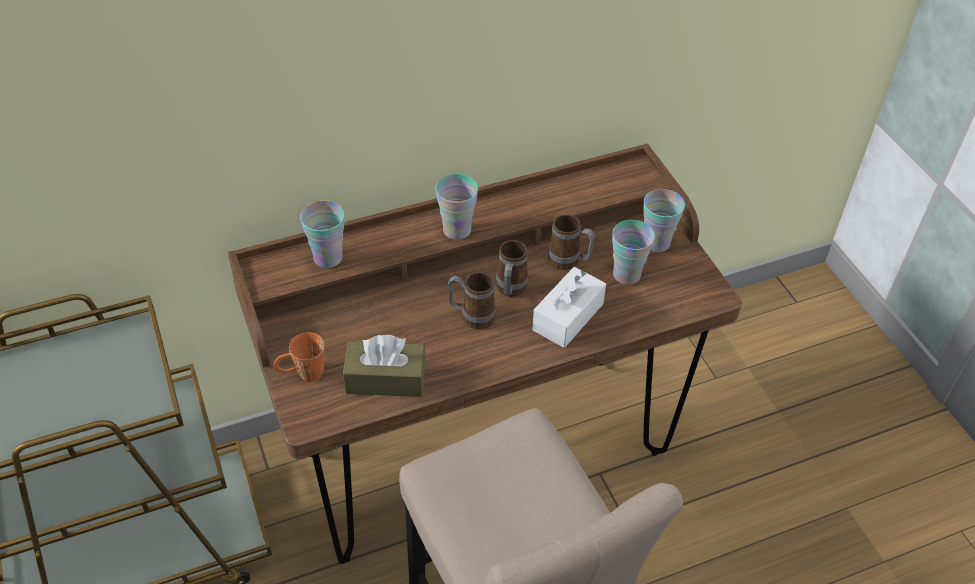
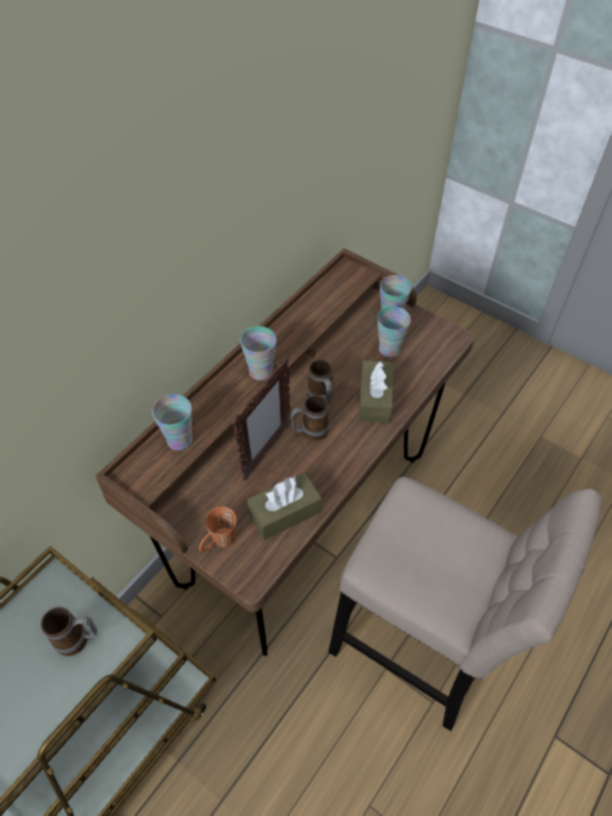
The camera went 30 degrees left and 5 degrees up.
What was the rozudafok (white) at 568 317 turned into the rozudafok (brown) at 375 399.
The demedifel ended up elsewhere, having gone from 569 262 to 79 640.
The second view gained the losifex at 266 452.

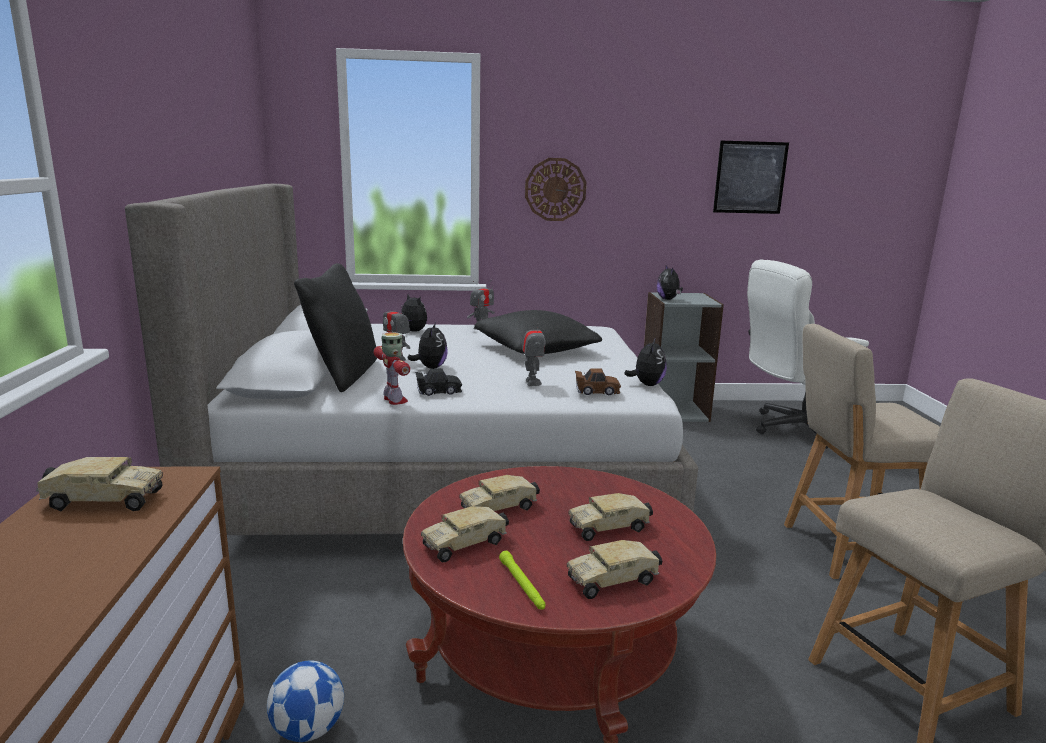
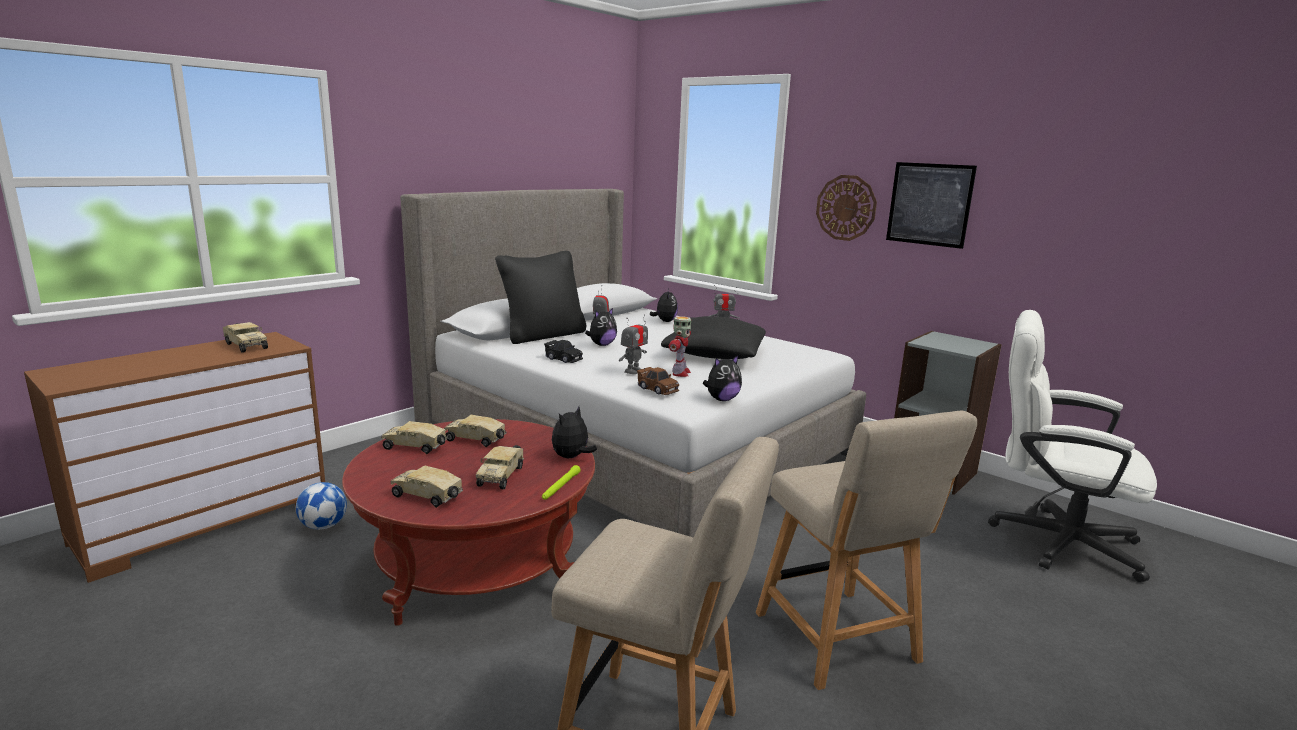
The camera went 45 degrees right and 0 degrees up.
The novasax ended up elsewhere, having gone from 394 400 to 680 373.
The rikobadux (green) ended up elsewhere, having gone from 522 585 to 560 487.
The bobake at 610 528 ended up facing another way, 105 degrees counterclockwise from before.
The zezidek ended up elsewhere, having gone from 668 299 to 571 457.
The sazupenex ended up elsewhere, having gone from 750 177 to 929 204.
The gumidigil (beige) at 846 549 ended up facing another way, 150 degrees counterclockwise from before.

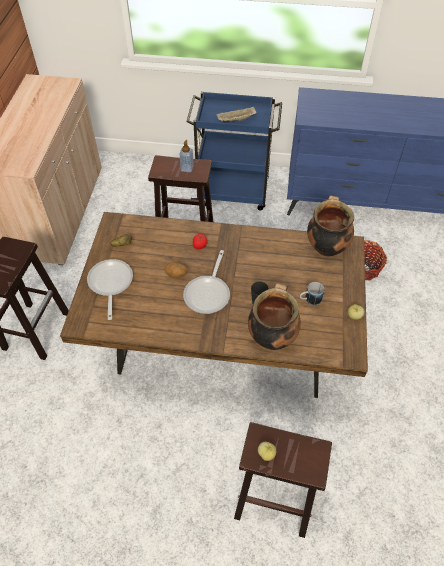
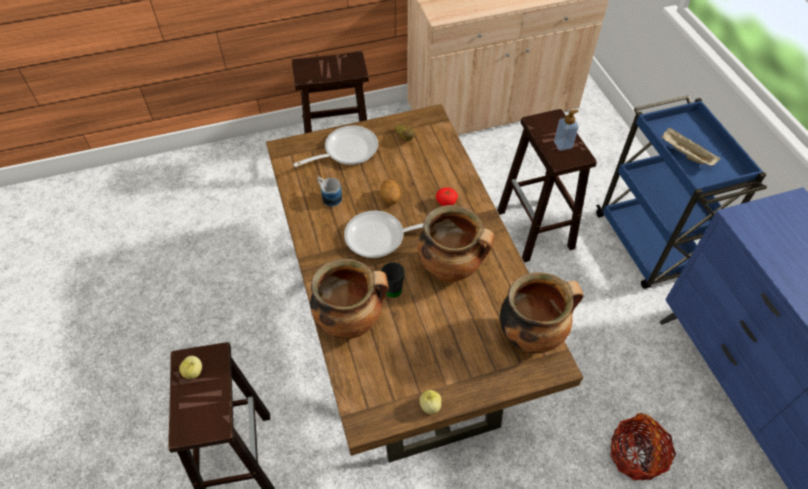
The camera went 65 degrees right and 0 degrees up.
The demedifel ended up elsewhere, having gone from 309 299 to 329 196.
The second view gained the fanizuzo at 451 268.

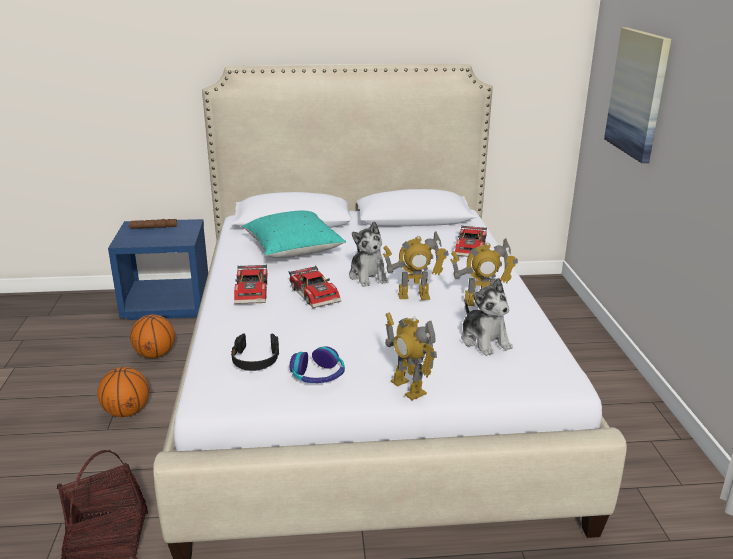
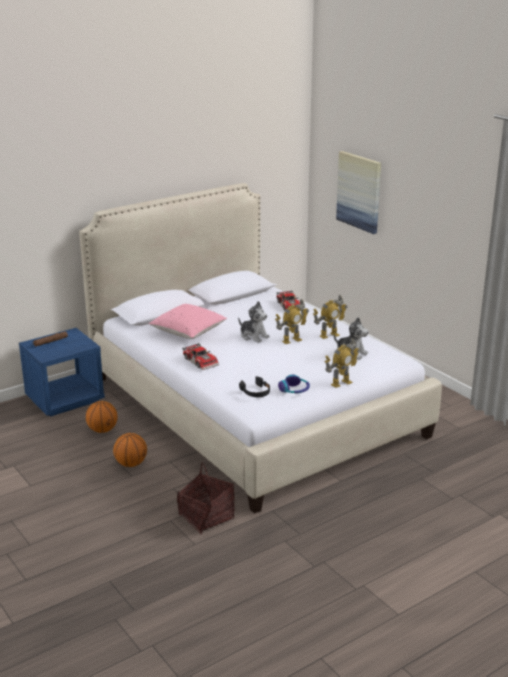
The camera went 30 degrees left and 0 degrees up.
What was the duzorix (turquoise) at 293 250 turned into the duzorix (pink) at 188 332.
The second view lost the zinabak at 316 294.
The novasax at 408 388 ended up facing another way, 60 degrees counterclockwise from before.

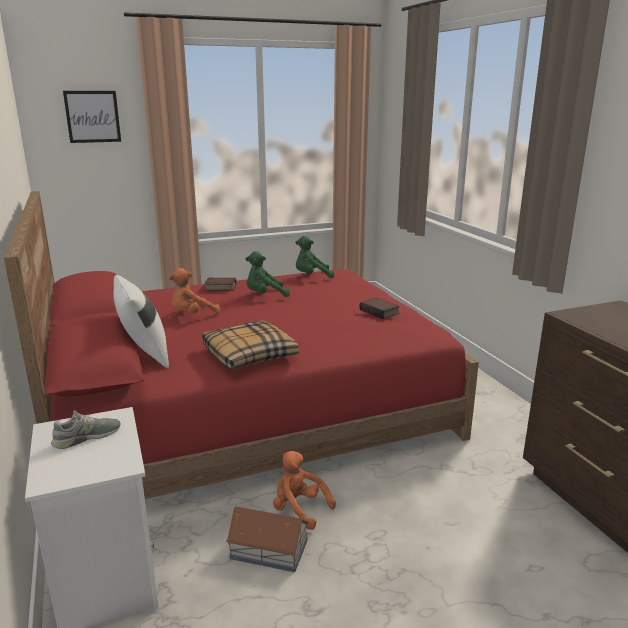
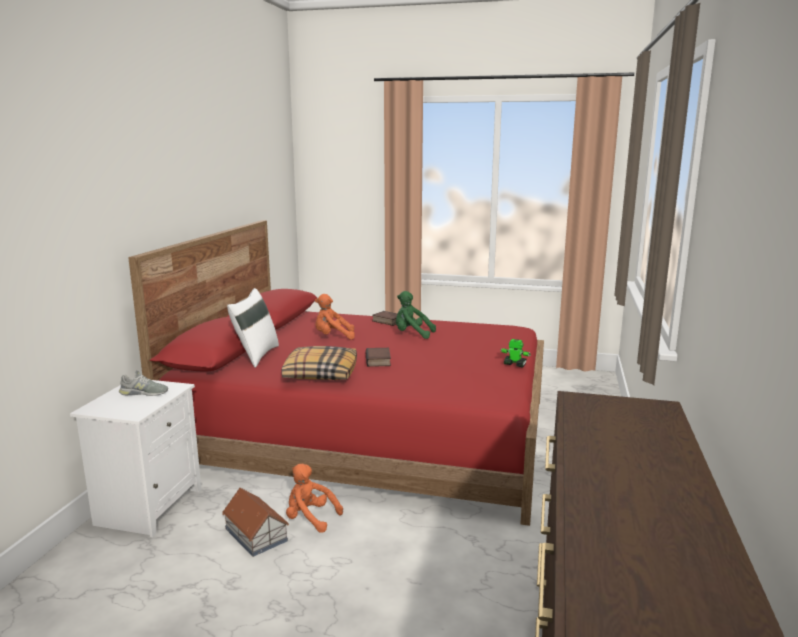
The camera went 35 degrees right and 5 degrees down.
The second view lost the sazupenex at 92 116.
The zezidek (orange) at 299 509 ended up facing another way, 45 degrees counterclockwise from before.
The second view lost the zezidek (green) at 312 276.
The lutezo ended up elsewhere, having gone from 380 311 to 379 361.
The second view gained the novasax at 514 364.

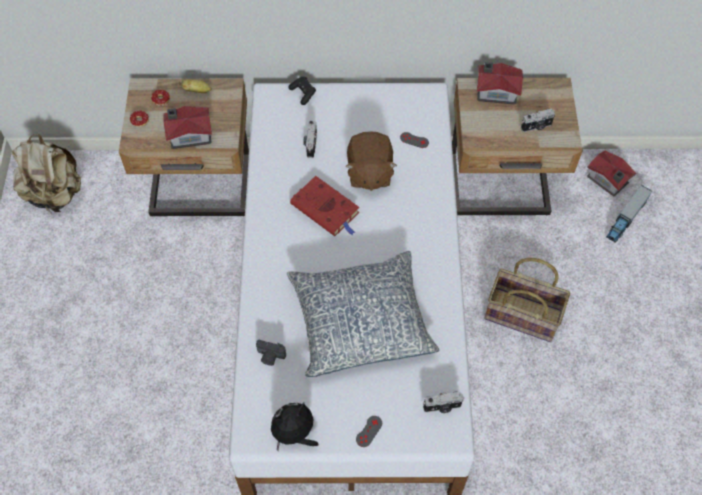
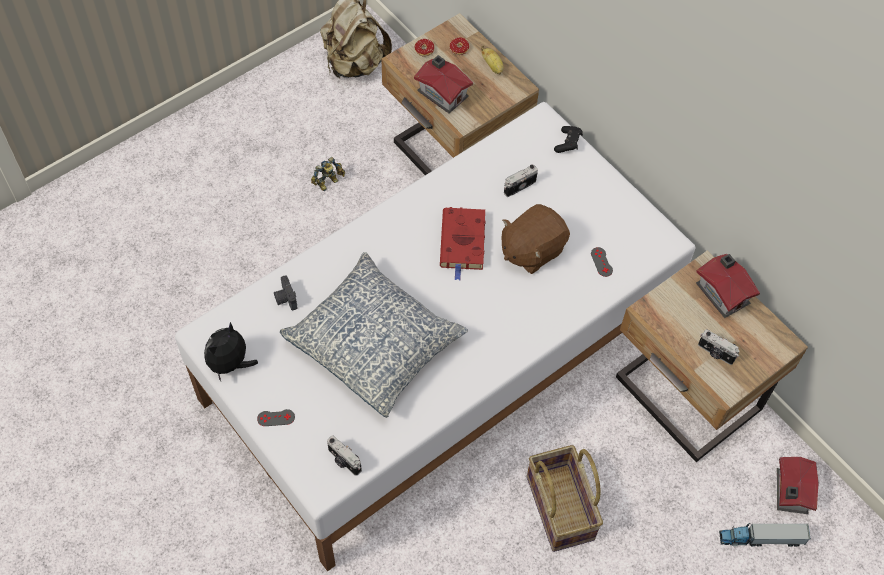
The camera went 50 degrees right and 0 degrees up.
The zezidek at 294 434 ended up facing another way, 75 degrees counterclockwise from before.
The second view gained the novasax at 329 183.

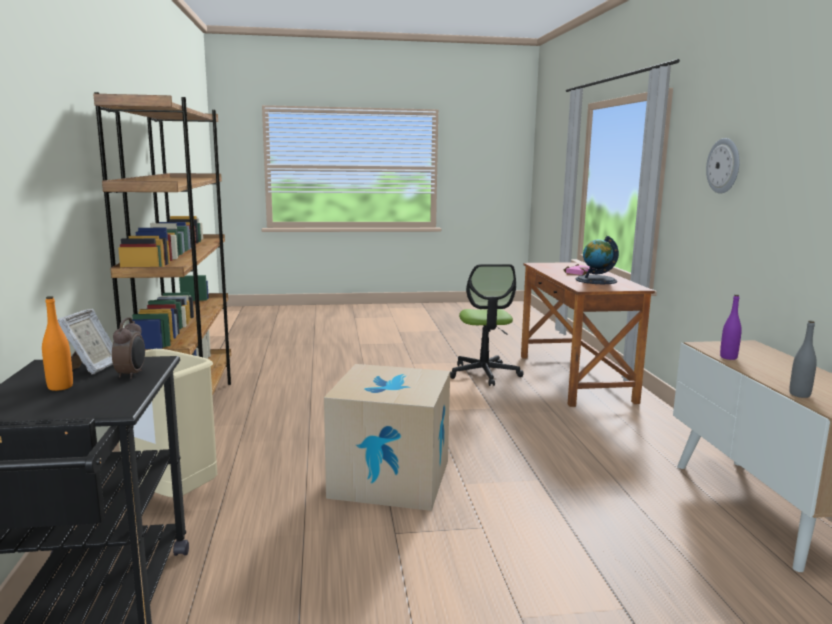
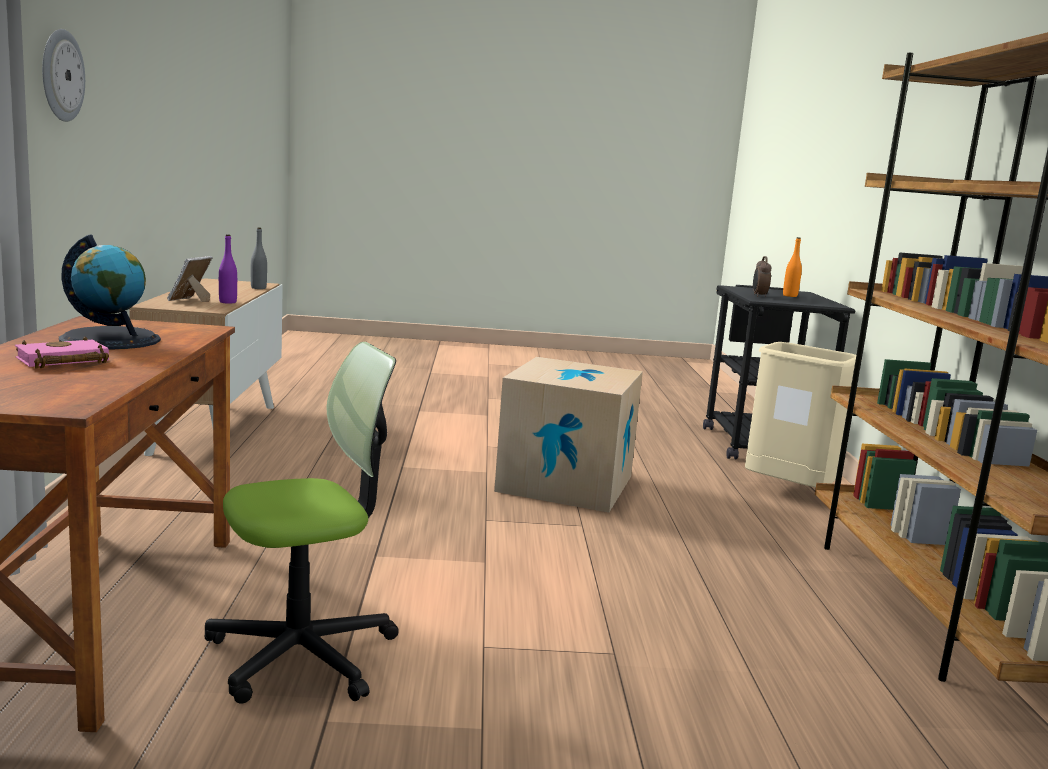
The camera went 175 degrees left and 0 degrees up.
The losifex ended up elsewhere, having gone from 93 368 to 190 301.
The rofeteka at 484 374 ended up facing another way, 60 degrees clockwise from before.

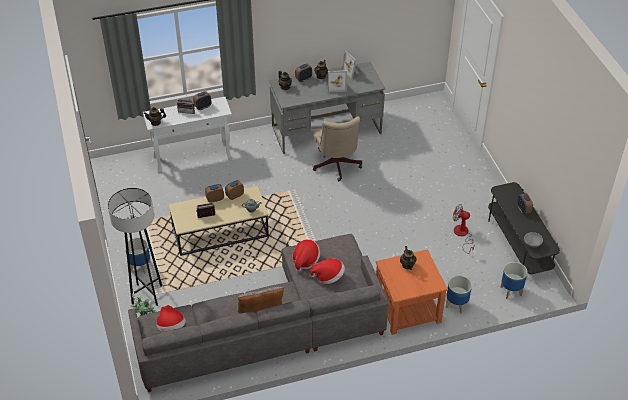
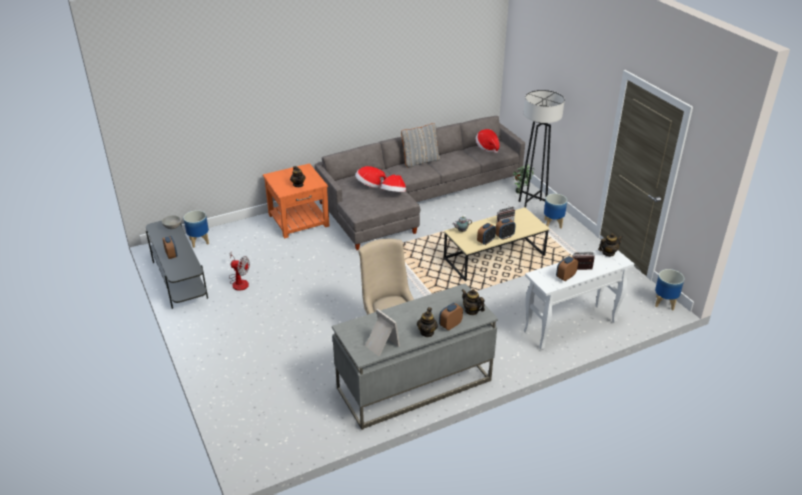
The camera went 170 degrees right and 10 degrees down.
The second view lost the losifex at 336 86.
The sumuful ended up elsewhere, having gone from 456 304 to 665 303.

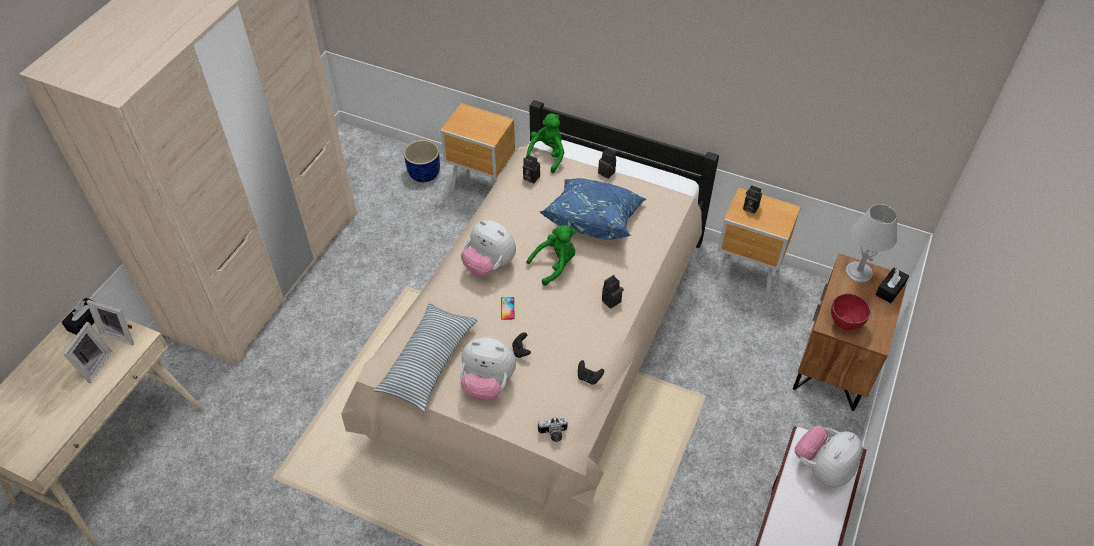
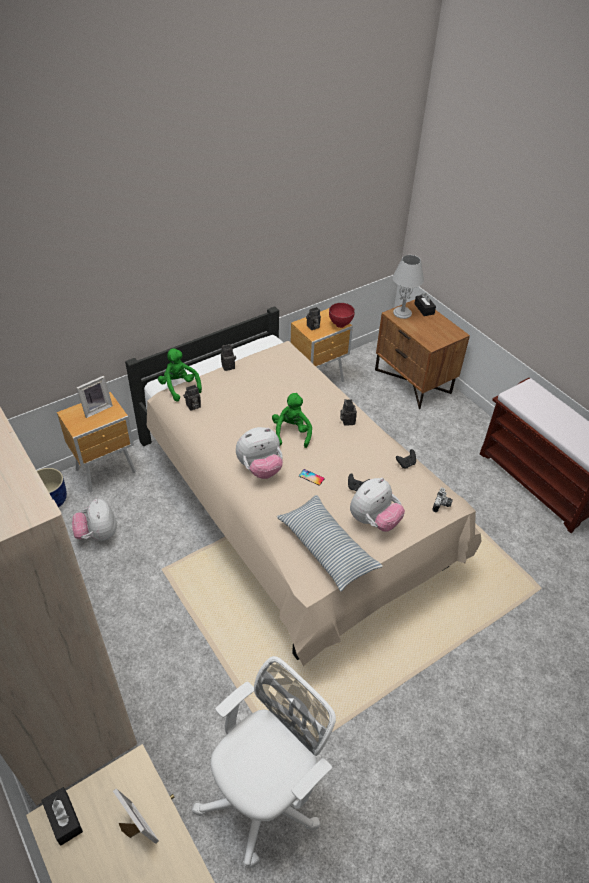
The camera went 60 degrees left and 5 degrees down.
The losifex ended up elsewhere, having gone from 121 333 to 96 408.
The second view lost the duzorix (blue) at 594 219.
The zezidek ended up elsewhere, having gone from 823 468 to 98 534.
The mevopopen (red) ended up elsewhere, having gone from 843 323 to 339 325.
The second view gained the rofeteka (white) at 265 796.

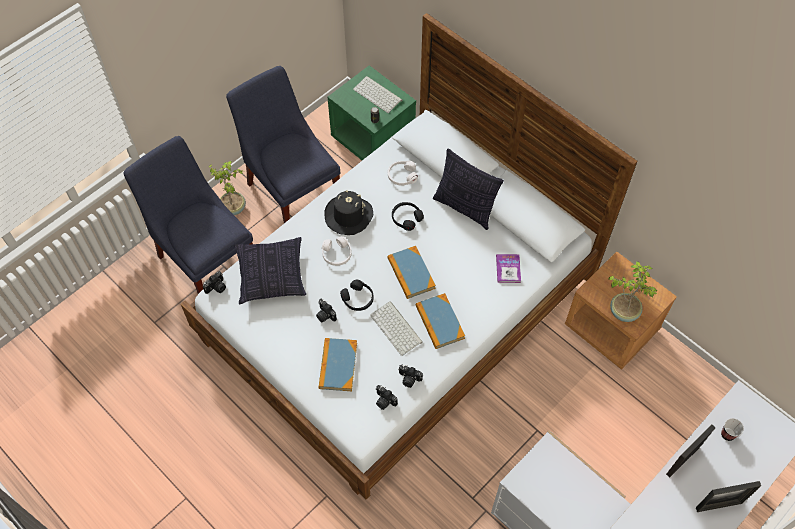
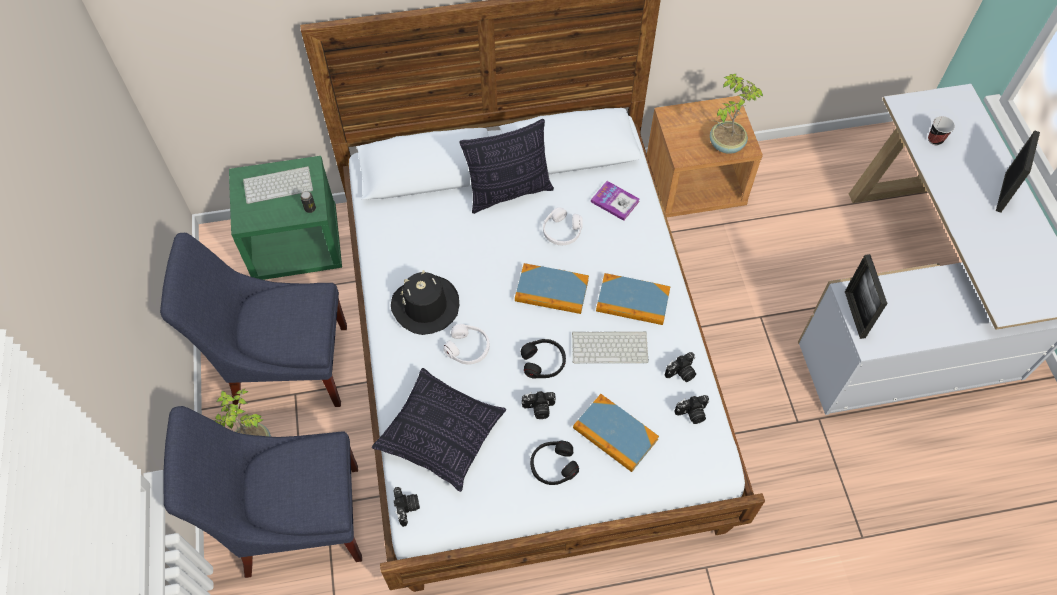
The camera went 55 degrees left and 0 degrees up.
The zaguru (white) ended up elsewhere, having gone from 402 176 to 562 231.
The zaguru (black) ended up elsewhere, having gone from 406 218 to 553 466.
The losifex ended up elsewhere, having gone from 682 461 to 854 314.

